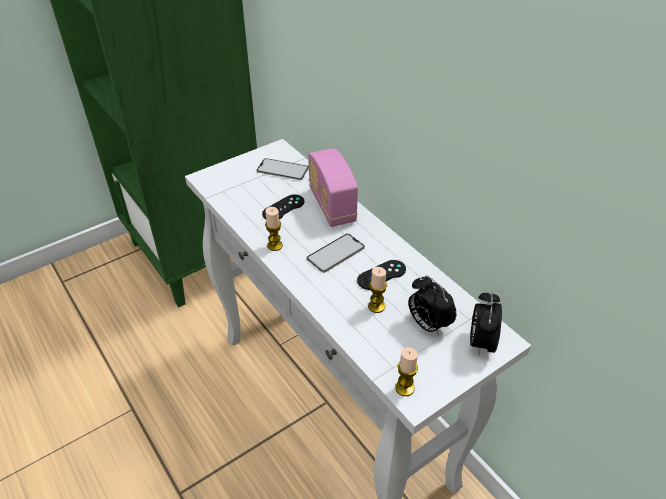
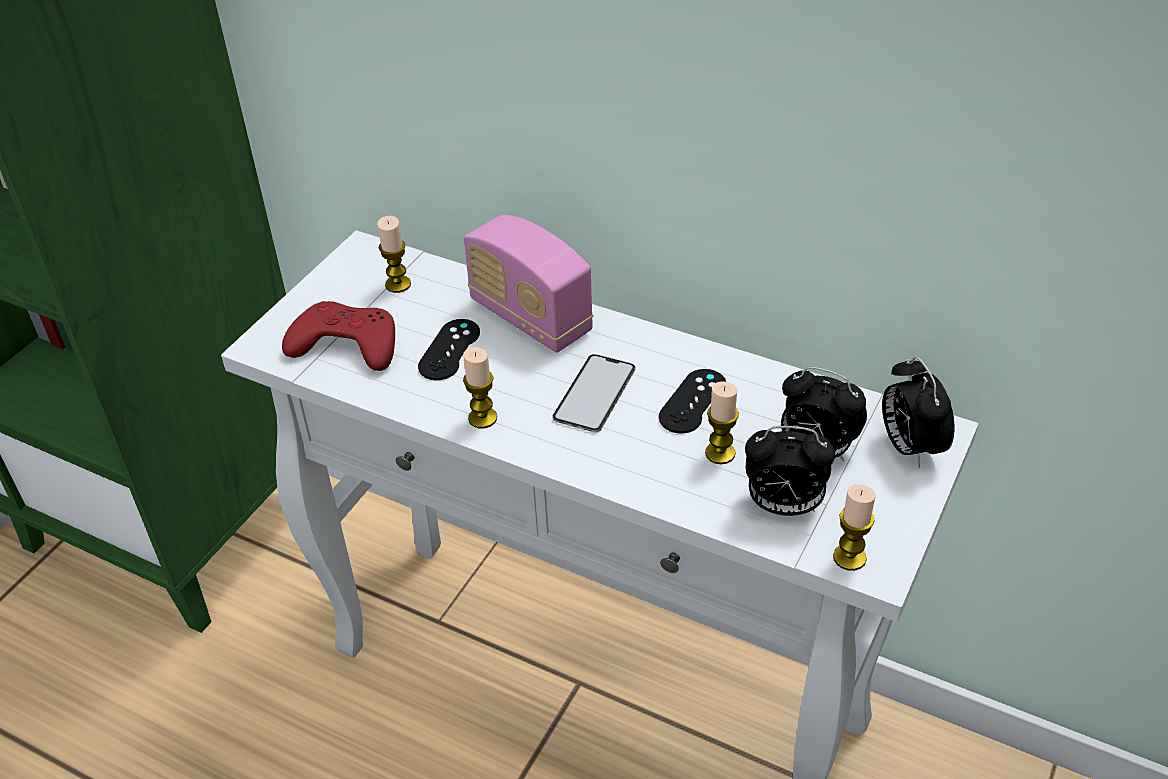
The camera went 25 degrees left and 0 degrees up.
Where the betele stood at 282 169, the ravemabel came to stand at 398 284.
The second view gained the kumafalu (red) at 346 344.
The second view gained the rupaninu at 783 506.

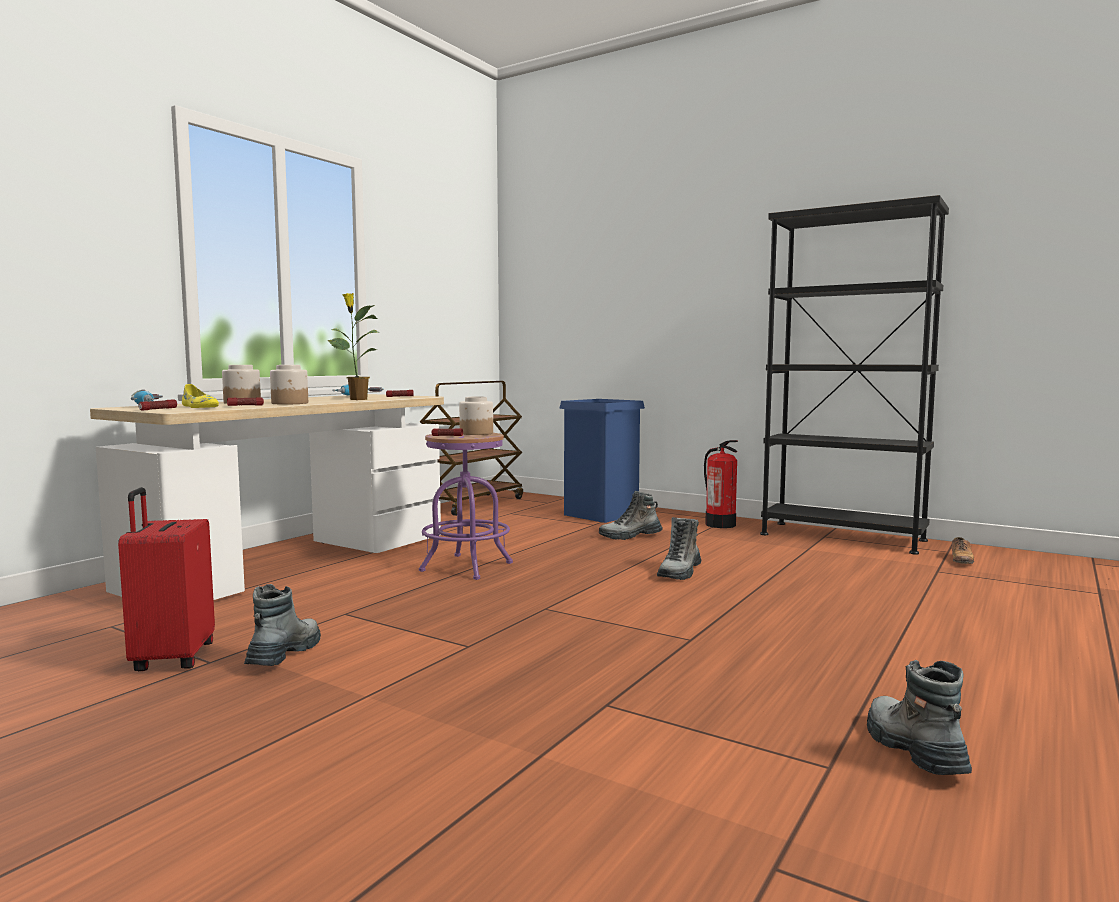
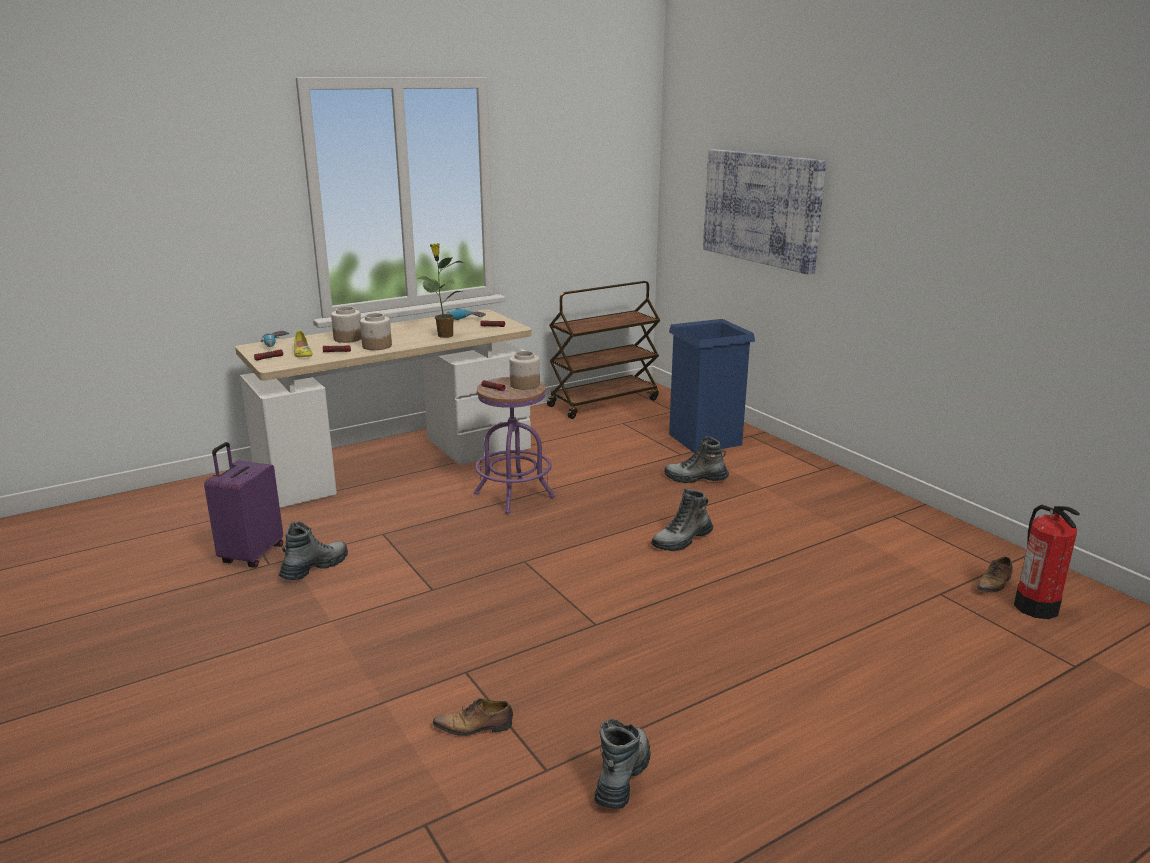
The camera went 25 degrees right and 15 degrees up.
What was the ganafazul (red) at 171 658 turned into the ganafazul (purple) at 251 555.
The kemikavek ended up elsewhere, having gone from 720 524 to 1036 607.
The second view lost the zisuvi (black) at 842 537.
The second view gained the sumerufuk at 475 727.
The second view gained the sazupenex at 763 208.

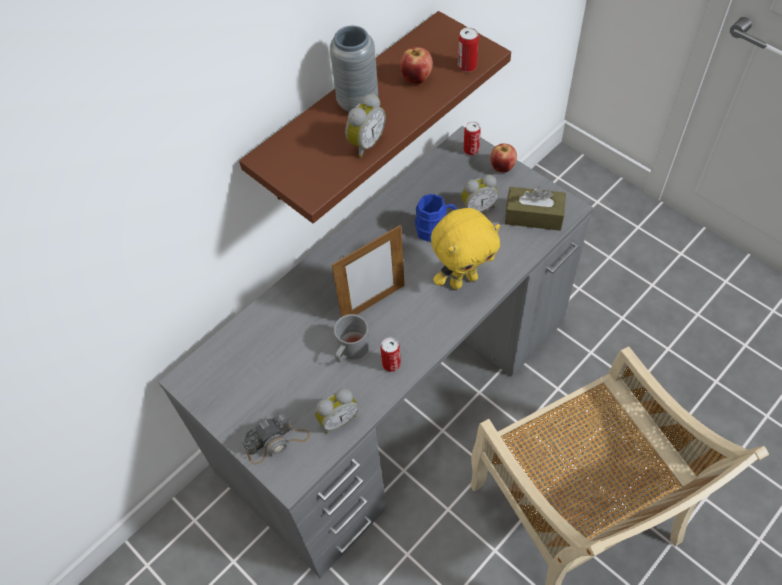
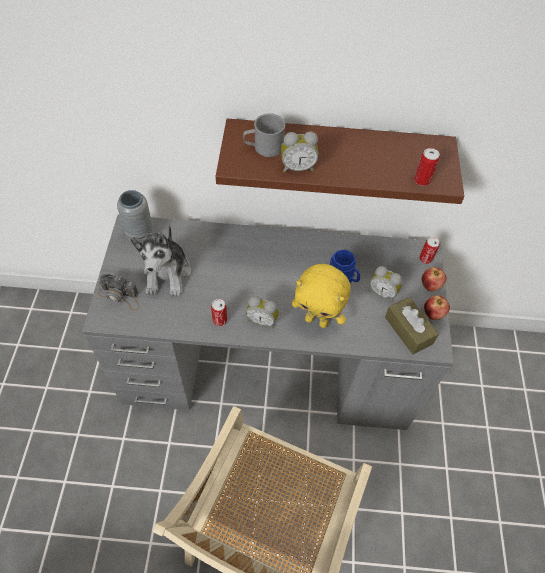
The camera went 45 degrees right and 0 degrees up.
The rupaninu ended up elsewhere, having gone from 337 419 to 262 320.
The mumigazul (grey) ended up elsewhere, having gone from 358 103 to 140 235.
The second view lost the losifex at 373 303.
The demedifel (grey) ended up elsewhere, having gone from 350 350 to 263 147.
The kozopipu ended up elsewhere, having gone from 416 78 to 433 314.
The second view gained the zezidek at 167 273.

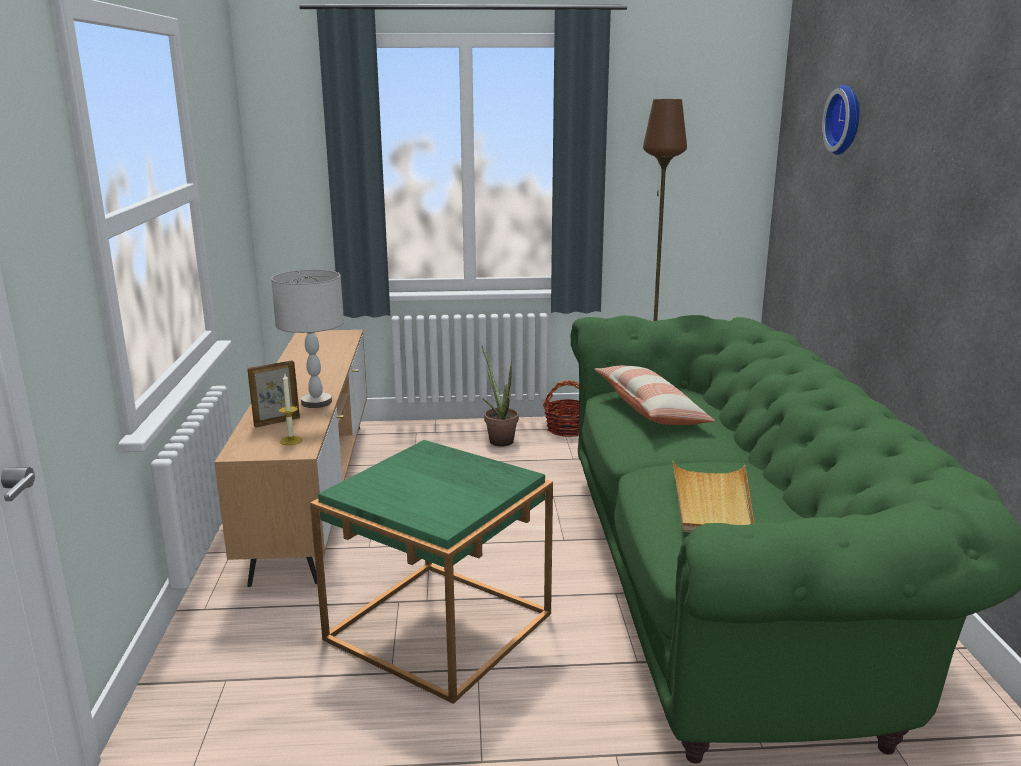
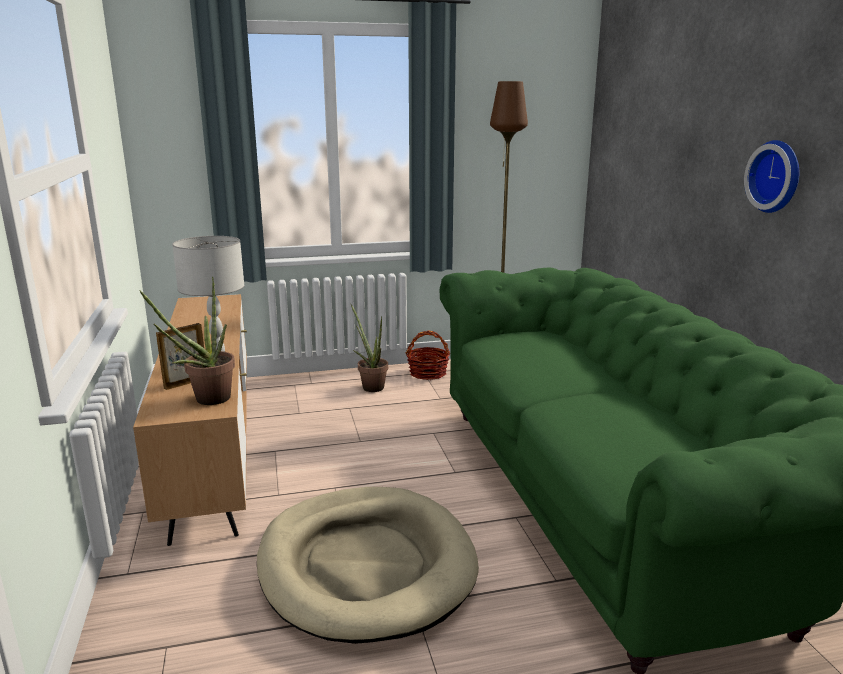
The camera went 10 degrees left and 0 degrees up.
Where the ravemabel stood at 291 440, the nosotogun came to stand at 206 400.
Where the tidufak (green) stood at 439 626, the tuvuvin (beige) came to stand at 366 566.
The second view lost the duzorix at 650 409.
The second view lost the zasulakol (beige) at 712 503.
The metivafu ended up elsewhere, having gone from 846 120 to 777 176.

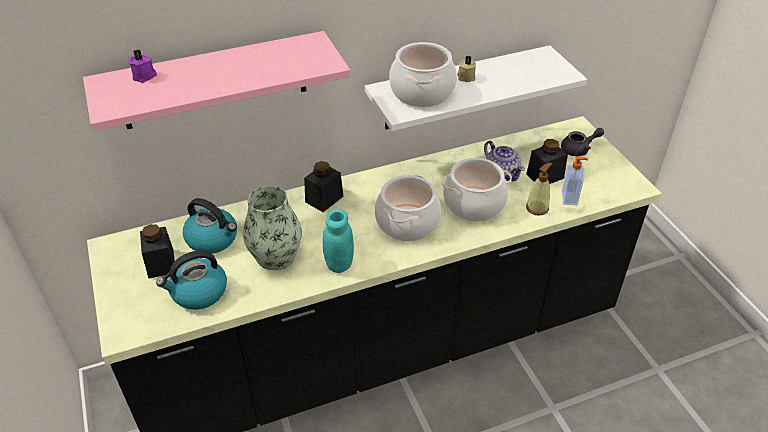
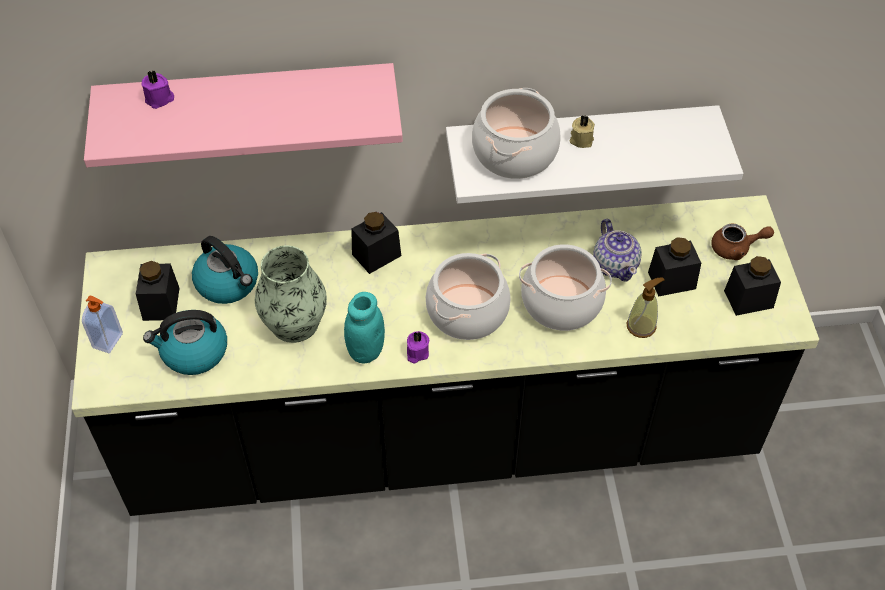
The camera went 15 degrees right and 10 degrees up.
What was the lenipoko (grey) at 579 149 turned into the lenipoko (brown) at 736 248.
The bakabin ended up elsewhere, having gone from 570 198 to 109 341.
The second view gained the ravemabel (purple) at 416 353.
The second view gained the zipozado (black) at 748 299.

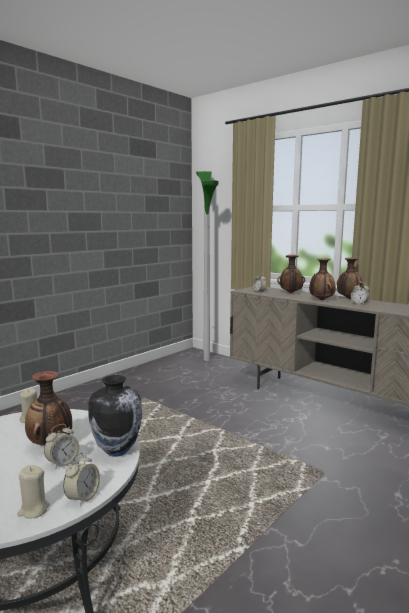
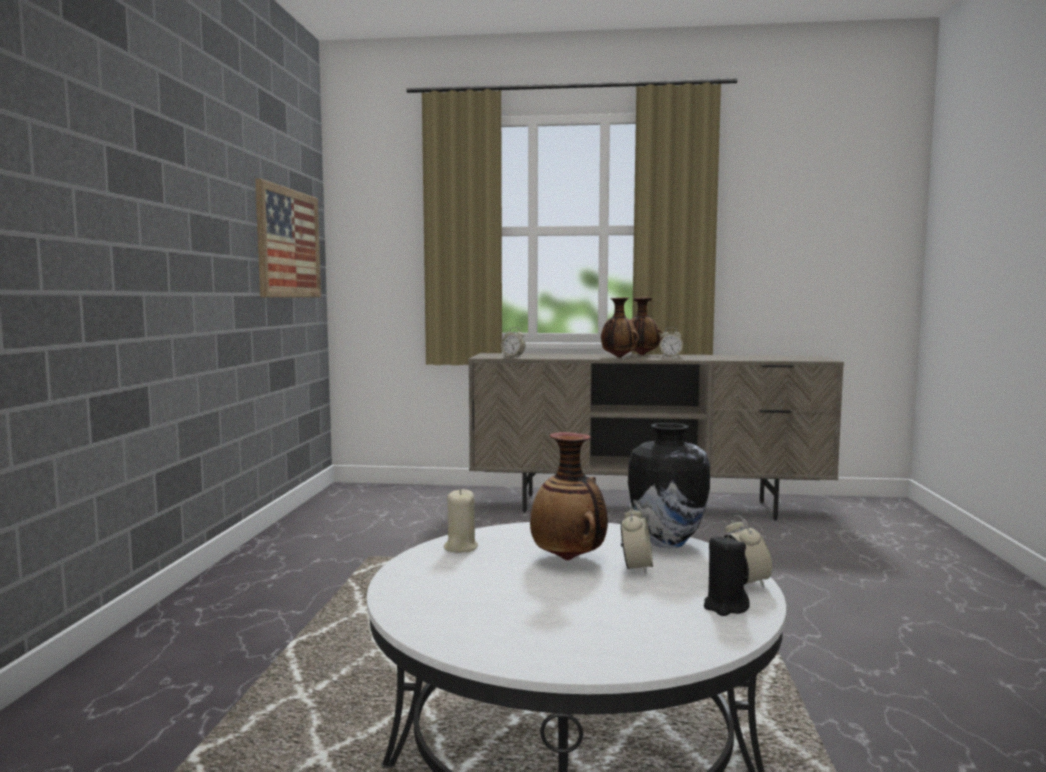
The camera went 35 degrees left and 5 degrees down.
What was the ravemabel (beige) at 33 510 turned into the ravemabel (black) at 725 607.
The second view lost the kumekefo at 206 359.
The second view lost the mumigazul at 290 293.
The second view gained the sazupenex at 289 243.

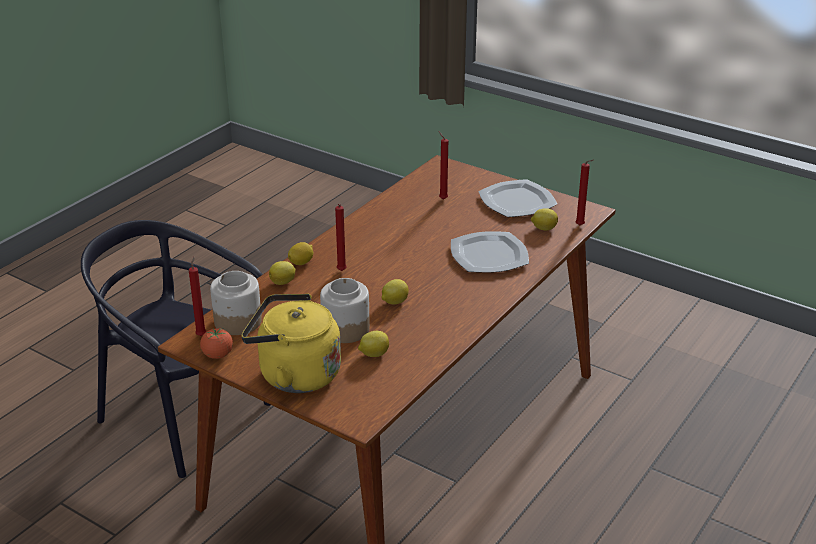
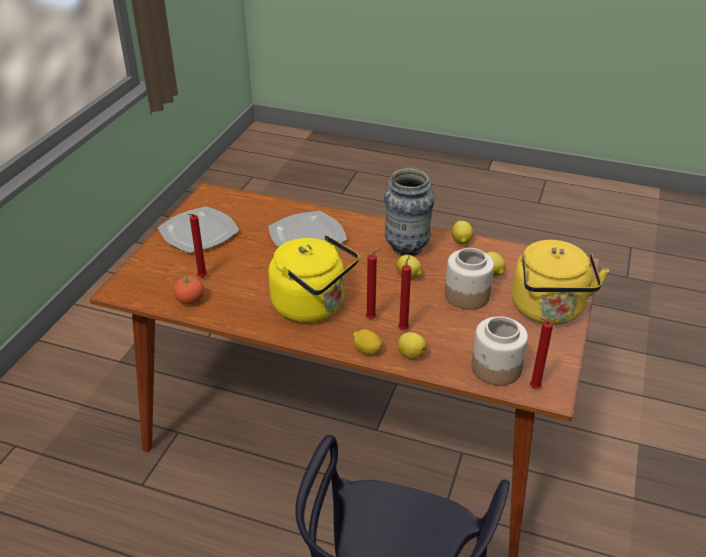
The camera went 105 degrees left and 5 degrees up.
The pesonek ended up elsewhere, having gone from 217 355 to 190 300.
The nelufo ended up elsewhere, having gone from 543 228 to 461 241.
The ravemabel (red) ended up elsewhere, having gone from 581 226 to 404 328.
The second view gained the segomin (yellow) at 313 306.
The second view gained the mumigazul at 406 248.

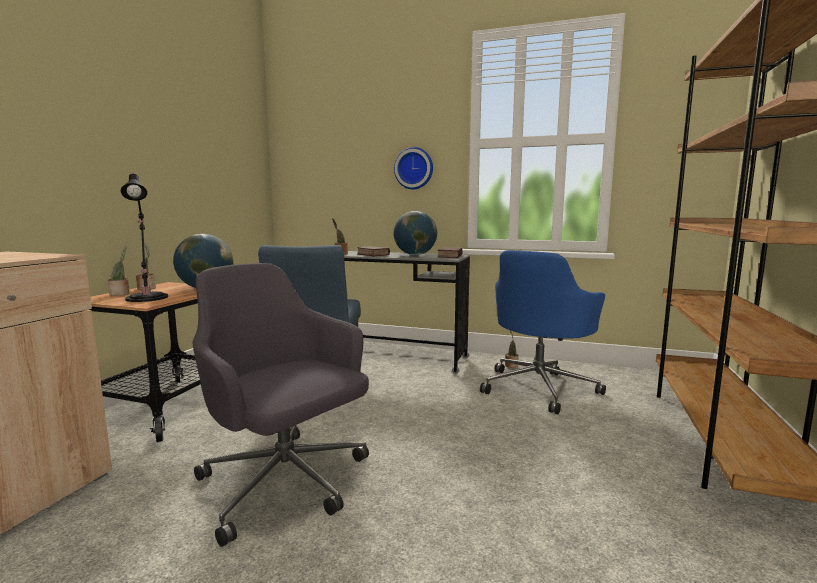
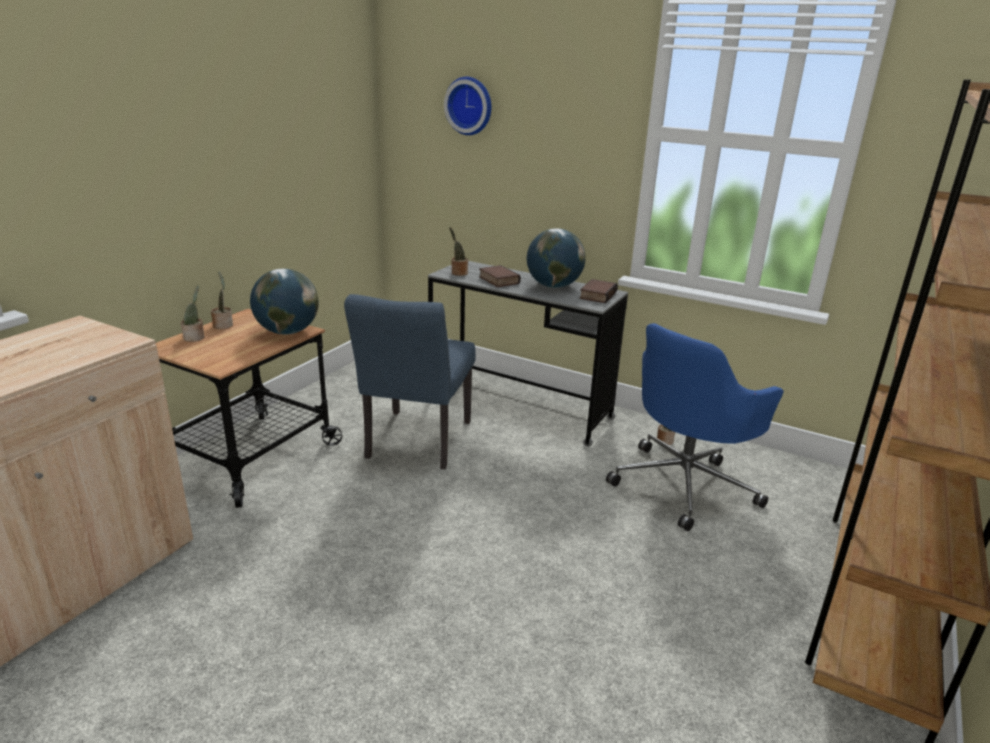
The camera went 10 degrees right and 15 degrees up.
The second view lost the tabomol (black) at 147 297.
The second view lost the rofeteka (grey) at 286 483.
The metivafu ended up elsewhere, having gone from 414 168 to 470 106.

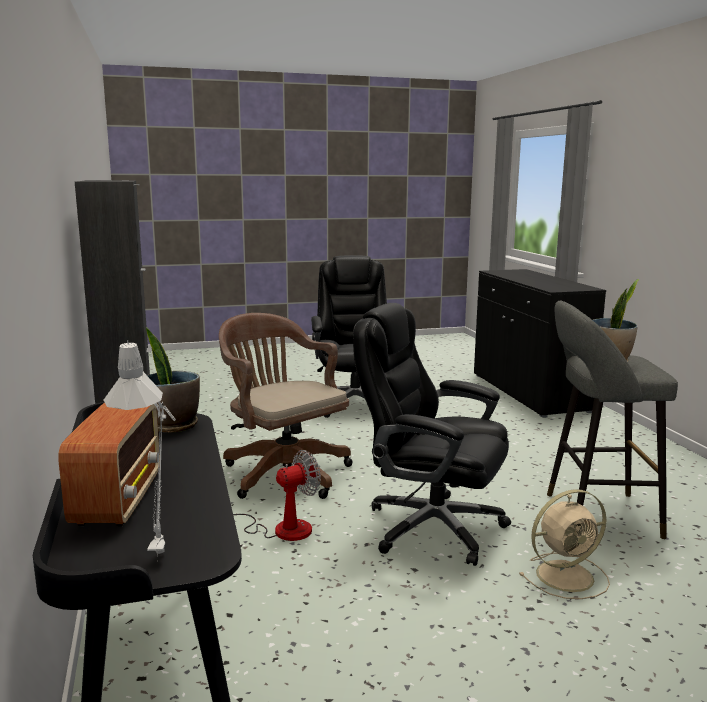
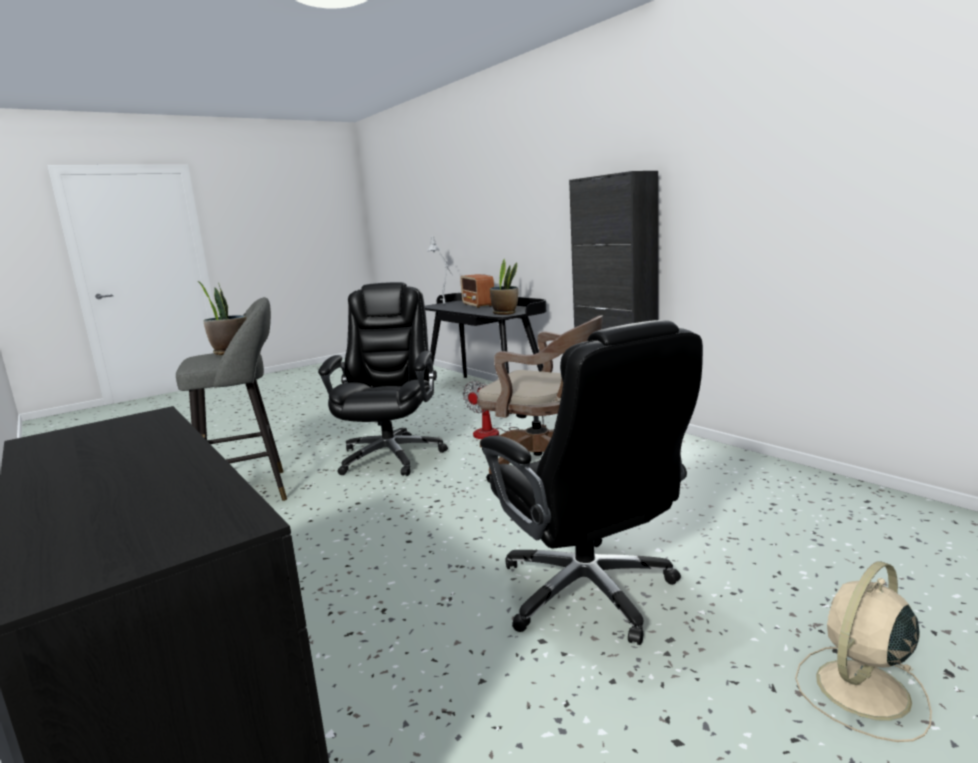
The camera went 160 degrees right and 0 degrees up.
The rofeteka (black) at 431 527 ended up facing another way, 90 degrees counterclockwise from before.
The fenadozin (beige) ended up elsewhere, having gone from 567 575 to 860 691.

